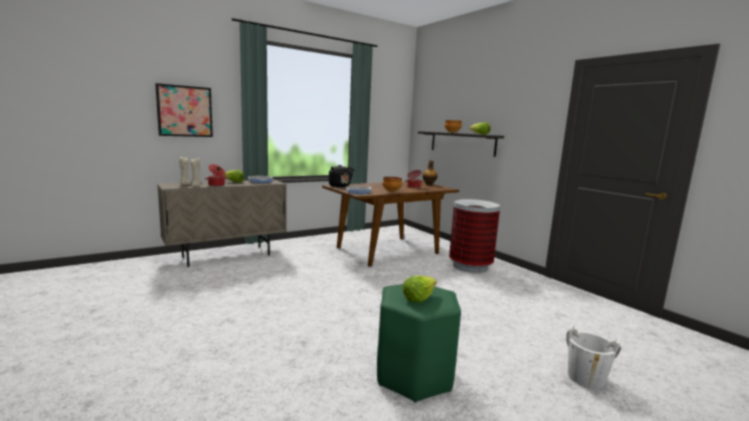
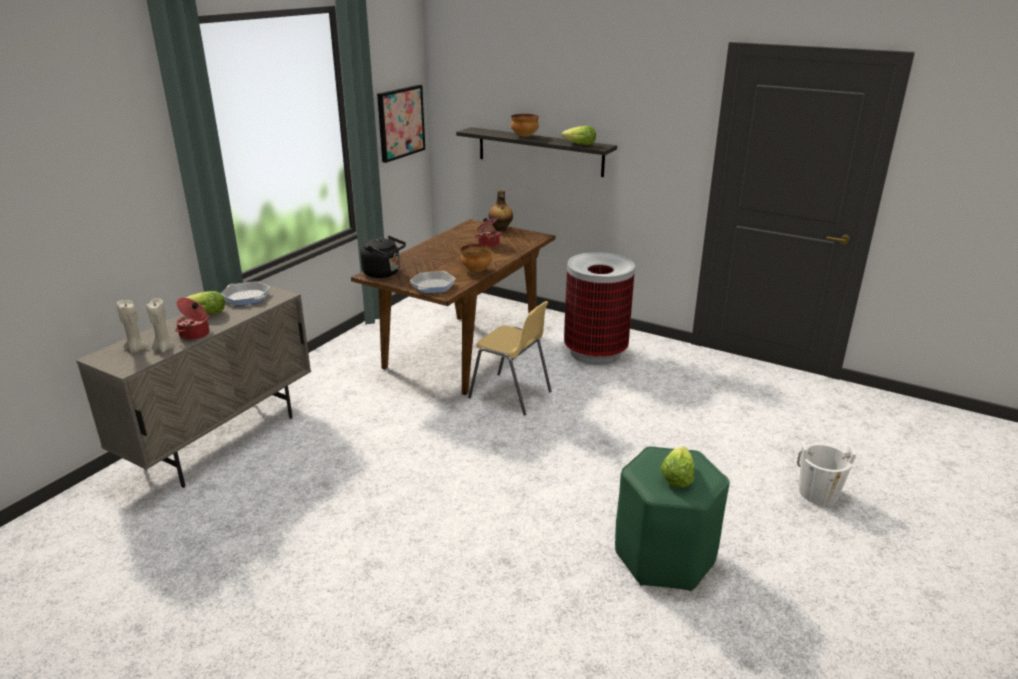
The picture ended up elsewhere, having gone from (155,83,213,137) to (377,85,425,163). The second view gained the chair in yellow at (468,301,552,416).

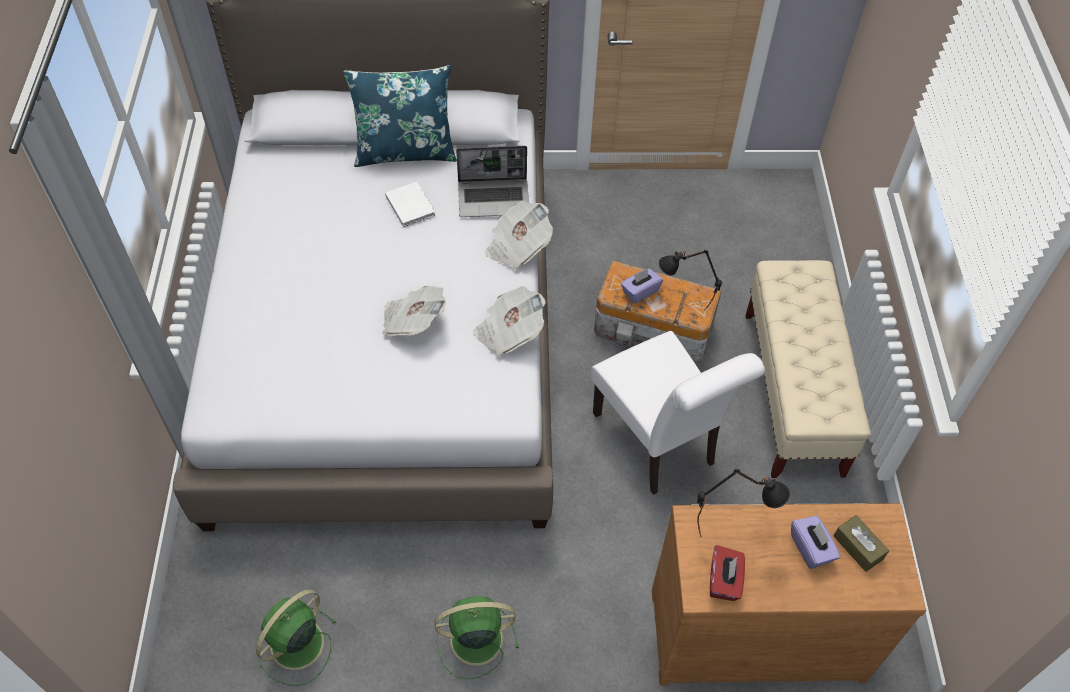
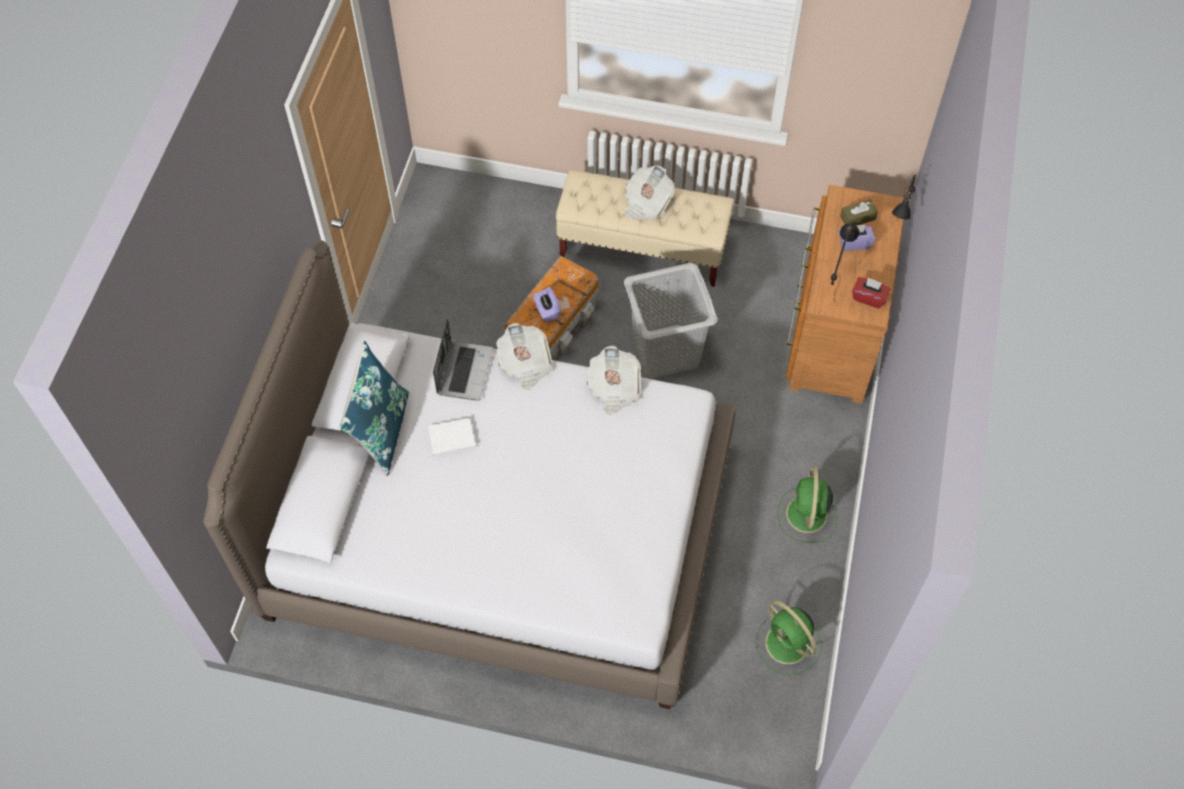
The newspaper ended up elsewhere, having gone from (382,286,446,336) to (624,165,675,221). Where the chair in white stood at (591,331,765,495), the laundry basket in grey came to stand at (624,263,718,378). The table lamp in black ended up elsewhere, having gone from (659,250,722,310) to (892,174,916,220).

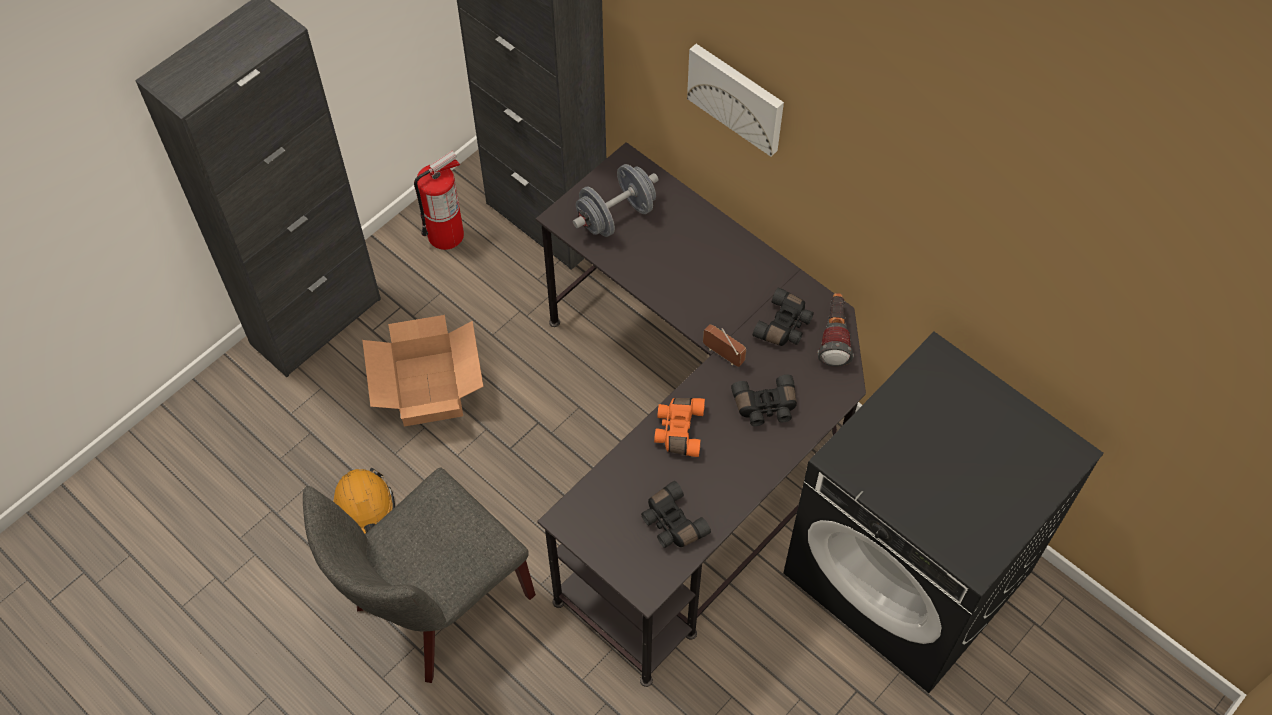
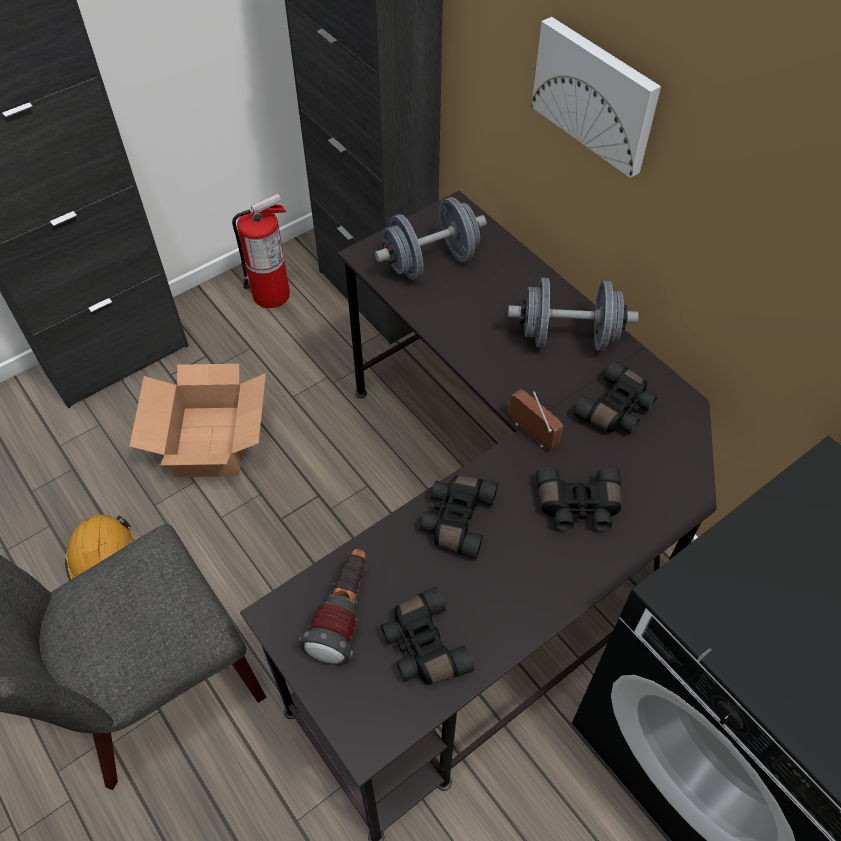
The flashlight ended up elsewhere, having gone from (817,293,854,366) to (298,549,366,665). What was the binoculars in orange at (654,398,705,457) turned into the binoculars in black at (420,475,498,559). The second view gained the dumbbell in grey at (508,278,639,351).

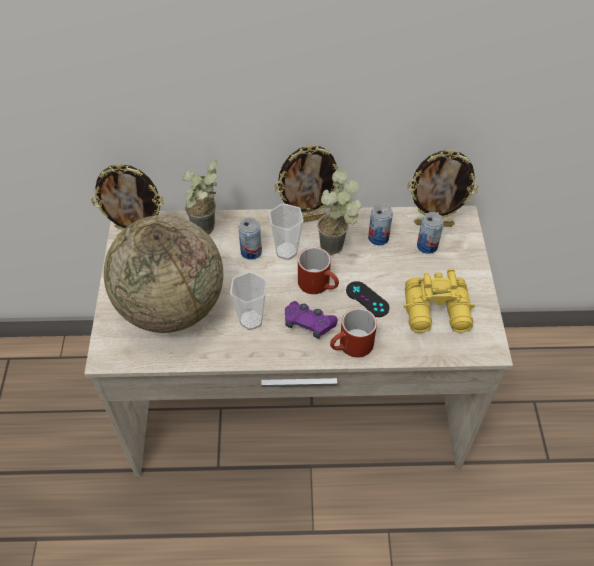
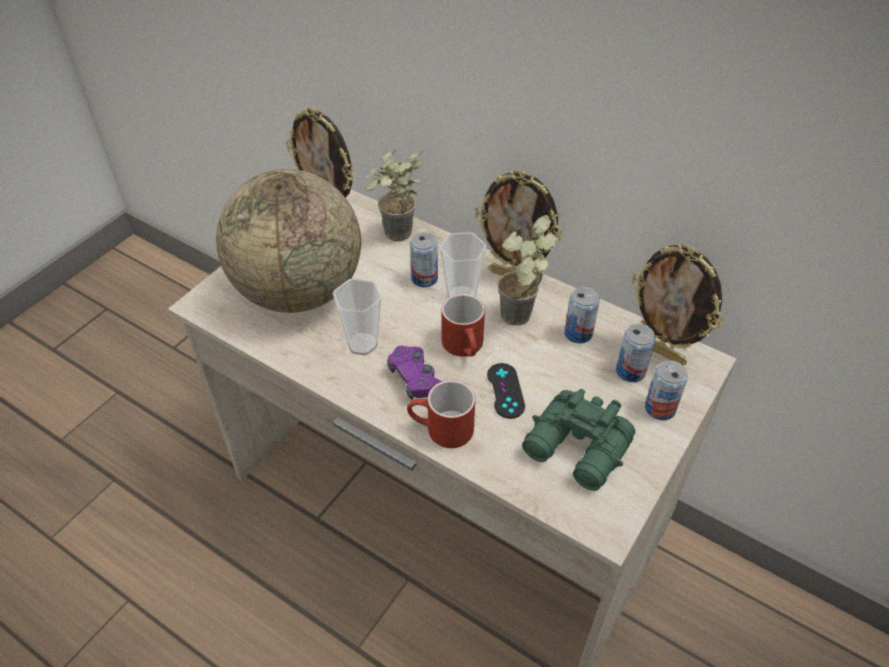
What was the binoculars in yellow at (404,269,475,333) turned into the binoculars in green at (522,389,636,491). The second view gained the can at (645,360,688,420).

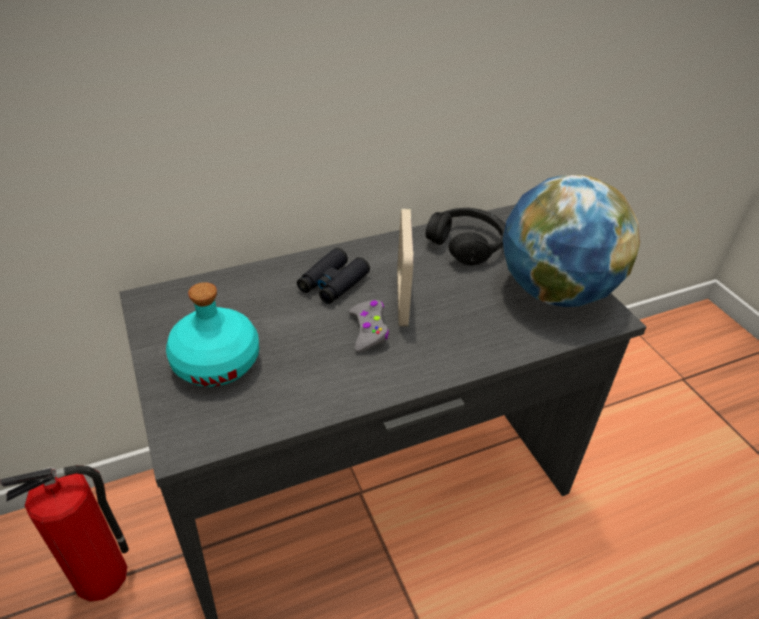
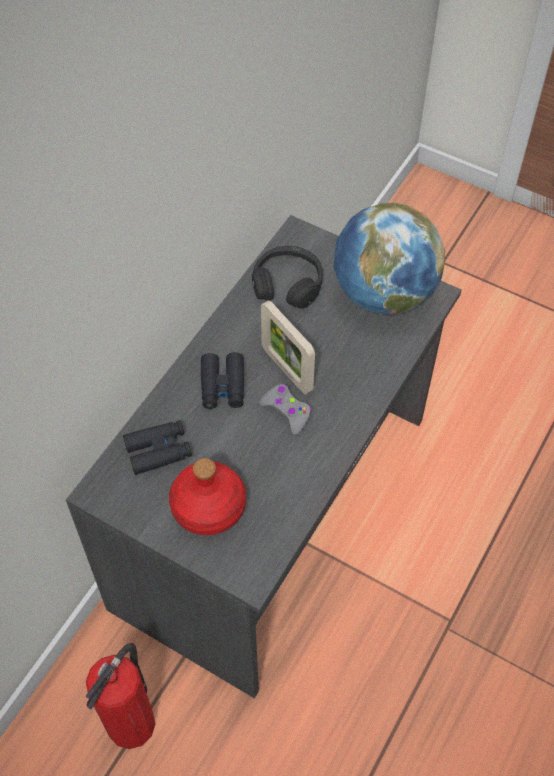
The second view gained the binoculars in black at (123,420,192,475). What was the bottle in turquoise at (166,282,259,387) turned into the bottle in red at (169,458,246,535).

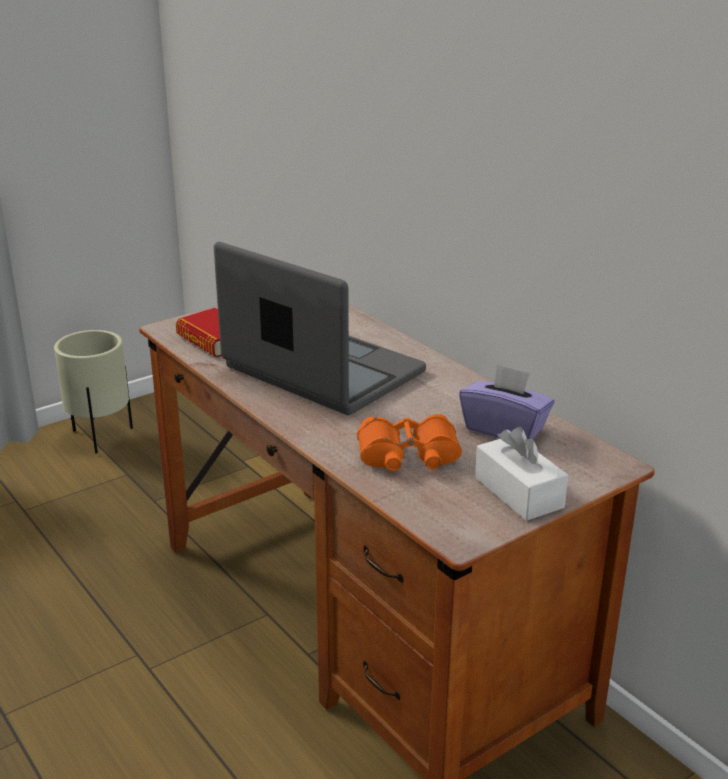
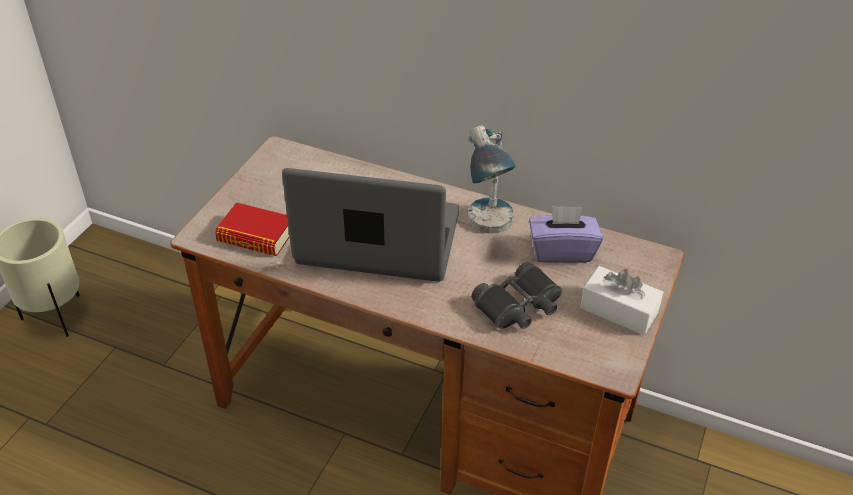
The second view gained the table lamp at (468,125,516,234). What was the binoculars in orange at (357,414,462,471) turned into the binoculars in black at (471,262,562,329).

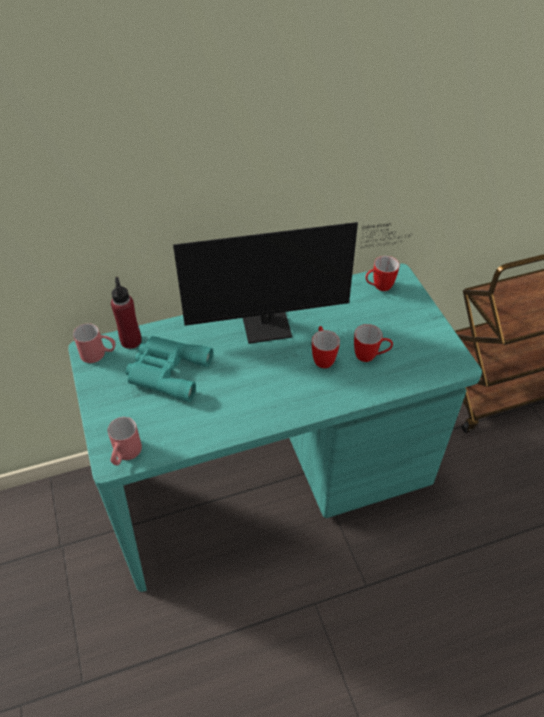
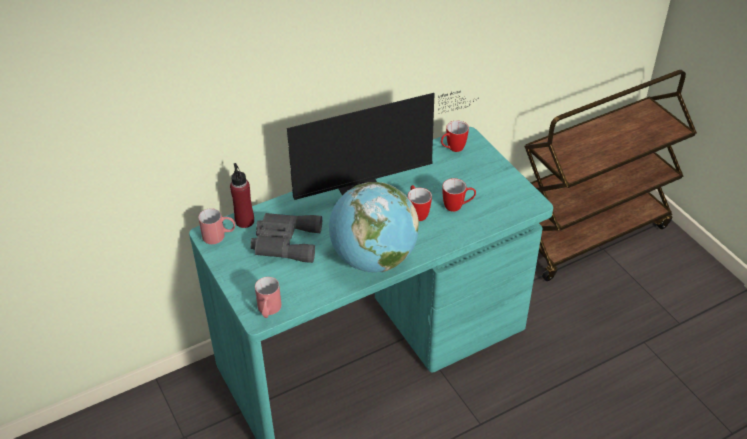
What was the binoculars in turquoise at (126,336,213,402) turned into the binoculars in grey at (250,213,322,263). The second view gained the globe at (329,182,419,272).

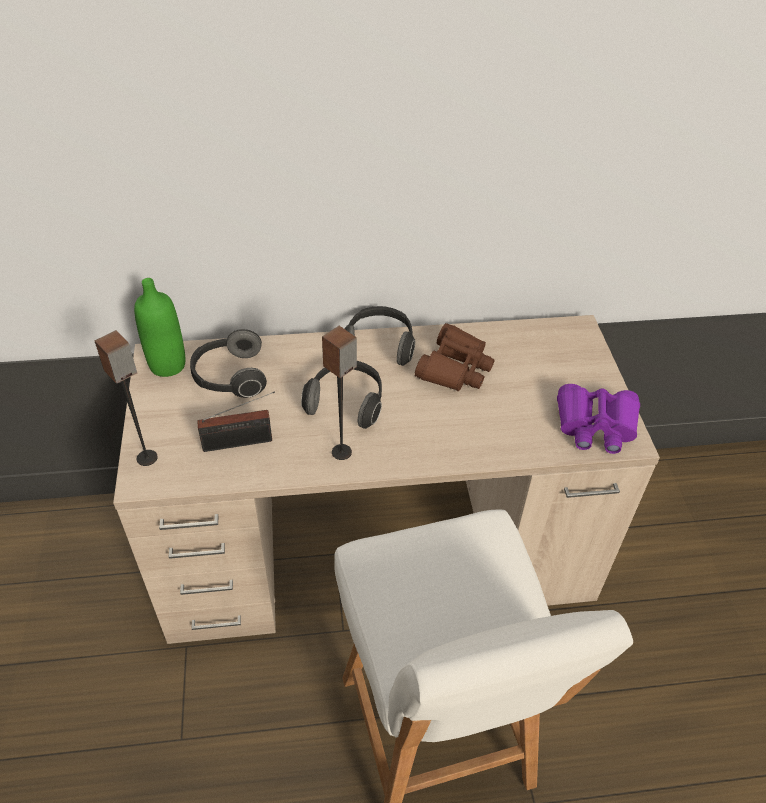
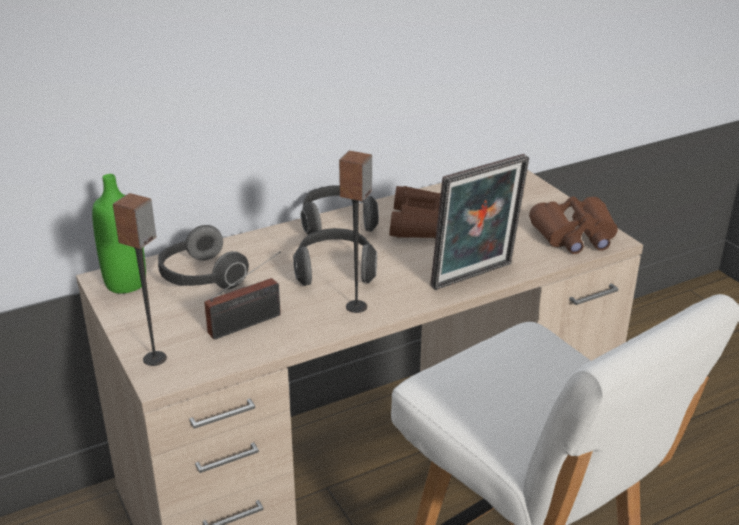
The second view gained the picture frame at (431,154,529,290). What was the binoculars in purple at (557,384,640,454) turned into the binoculars in brown at (529,196,618,254).

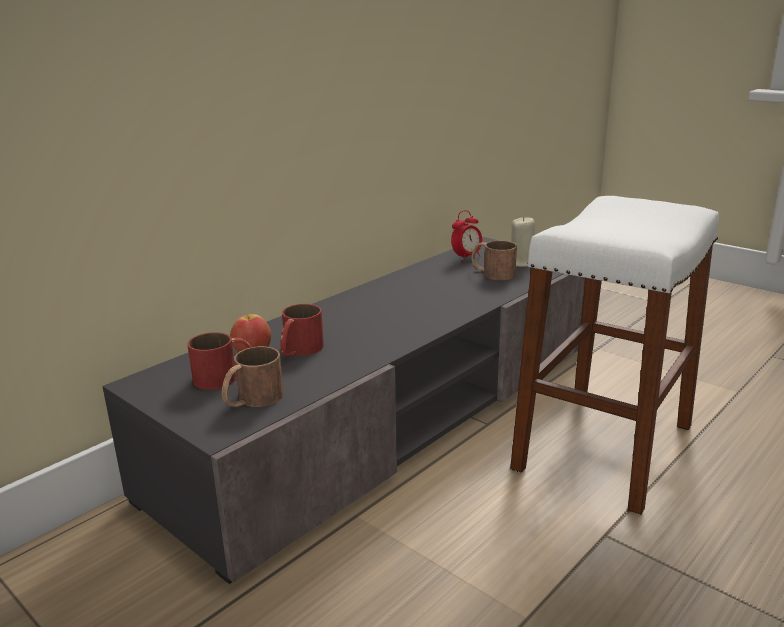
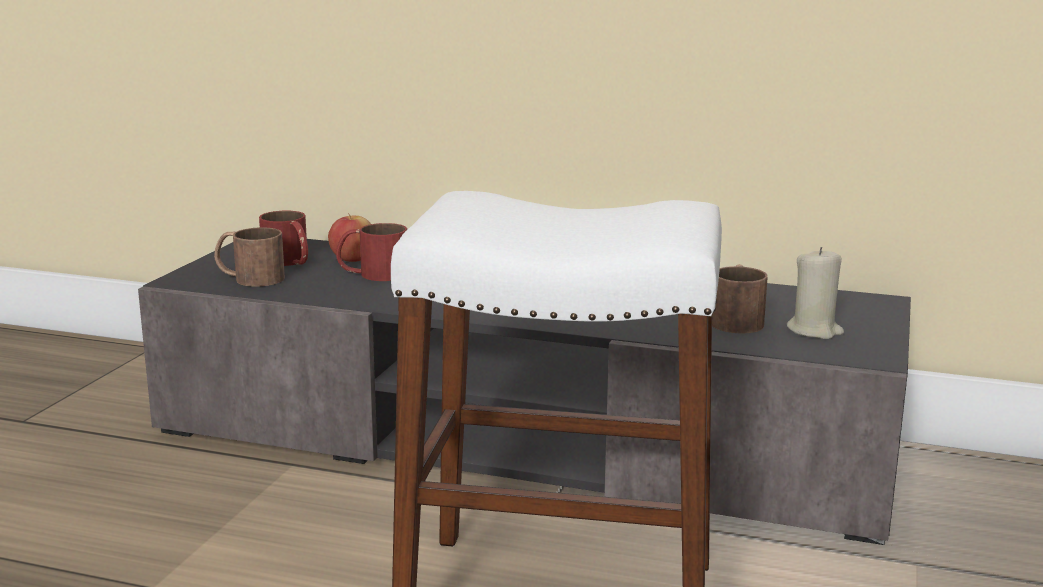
The second view lost the alarm clock at (451,210,482,261).

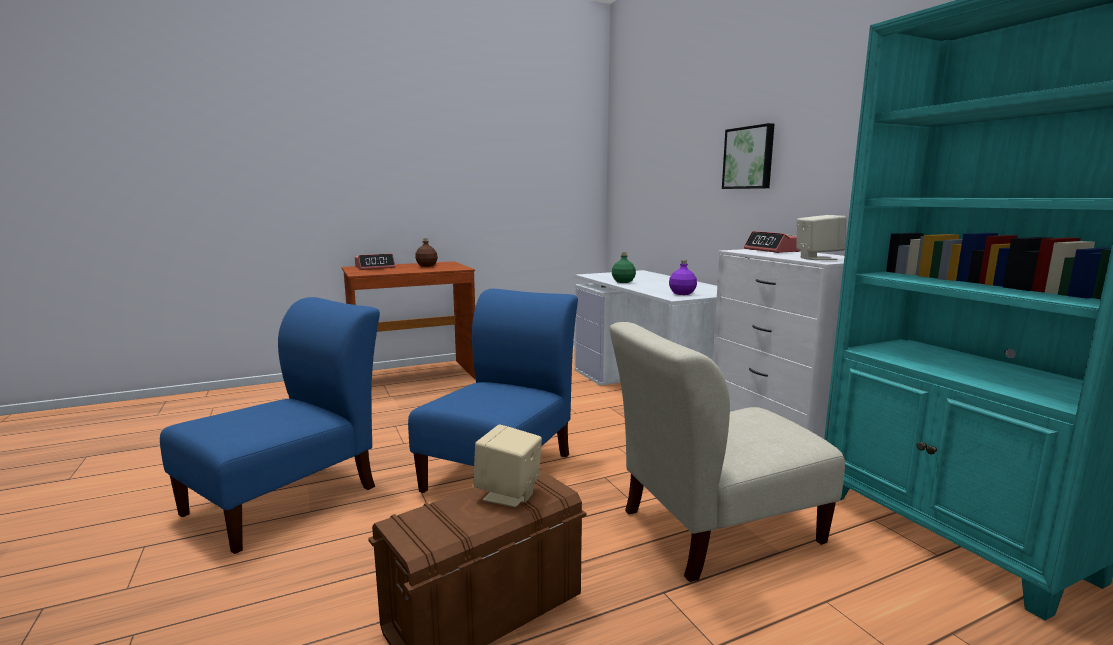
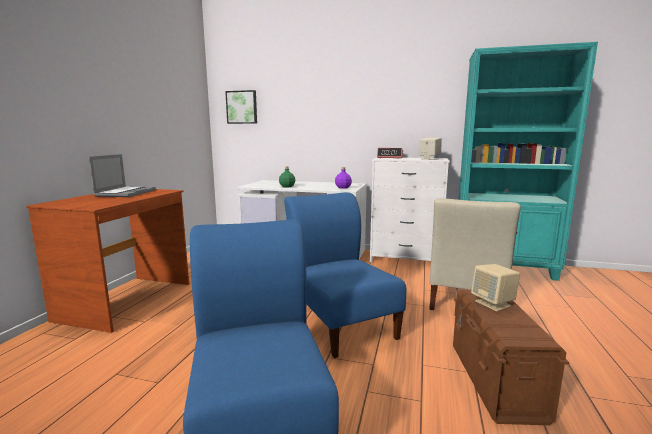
Where the bottle in brown stood at (415,238,438,267), the laptop came to stand at (89,154,156,197). The picture ended up elsewhere, having gone from (722,123,774,189) to (225,90,257,124). The second view lost the alarm clock at (355,253,395,270).

